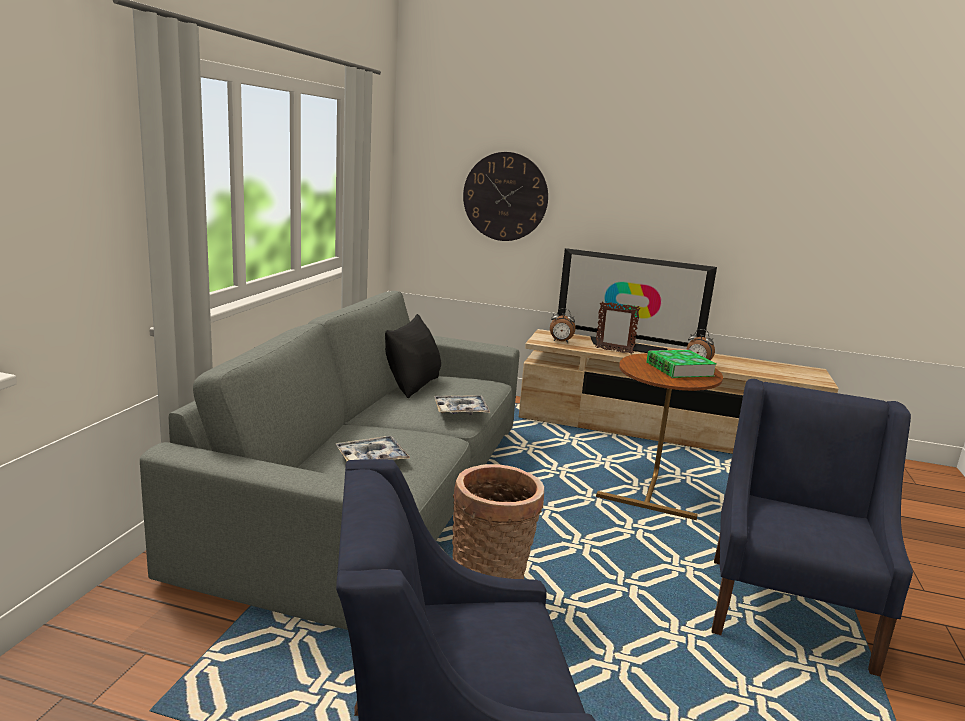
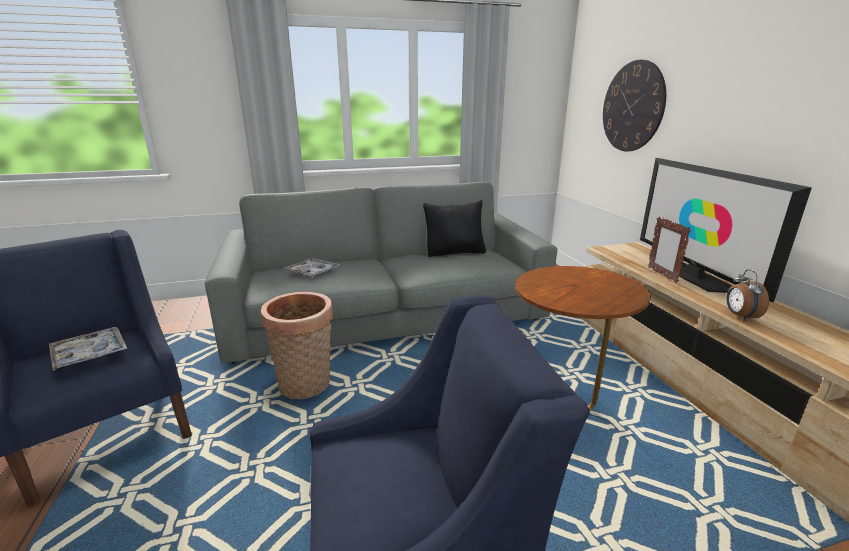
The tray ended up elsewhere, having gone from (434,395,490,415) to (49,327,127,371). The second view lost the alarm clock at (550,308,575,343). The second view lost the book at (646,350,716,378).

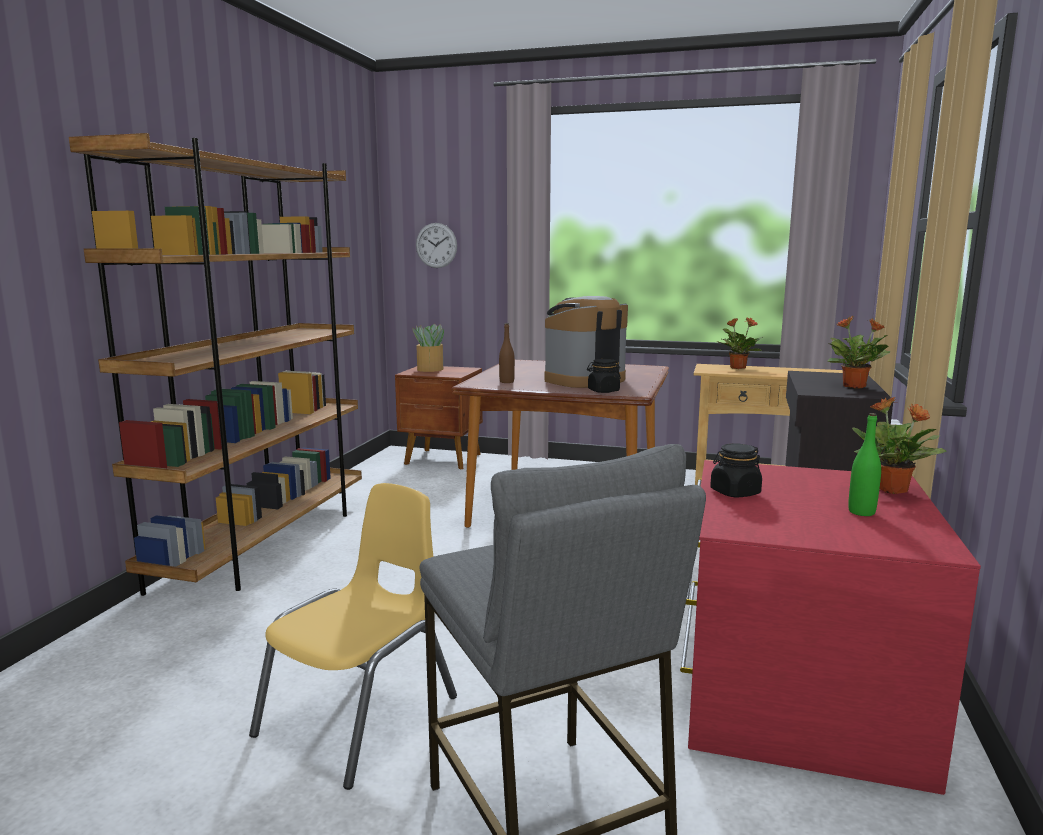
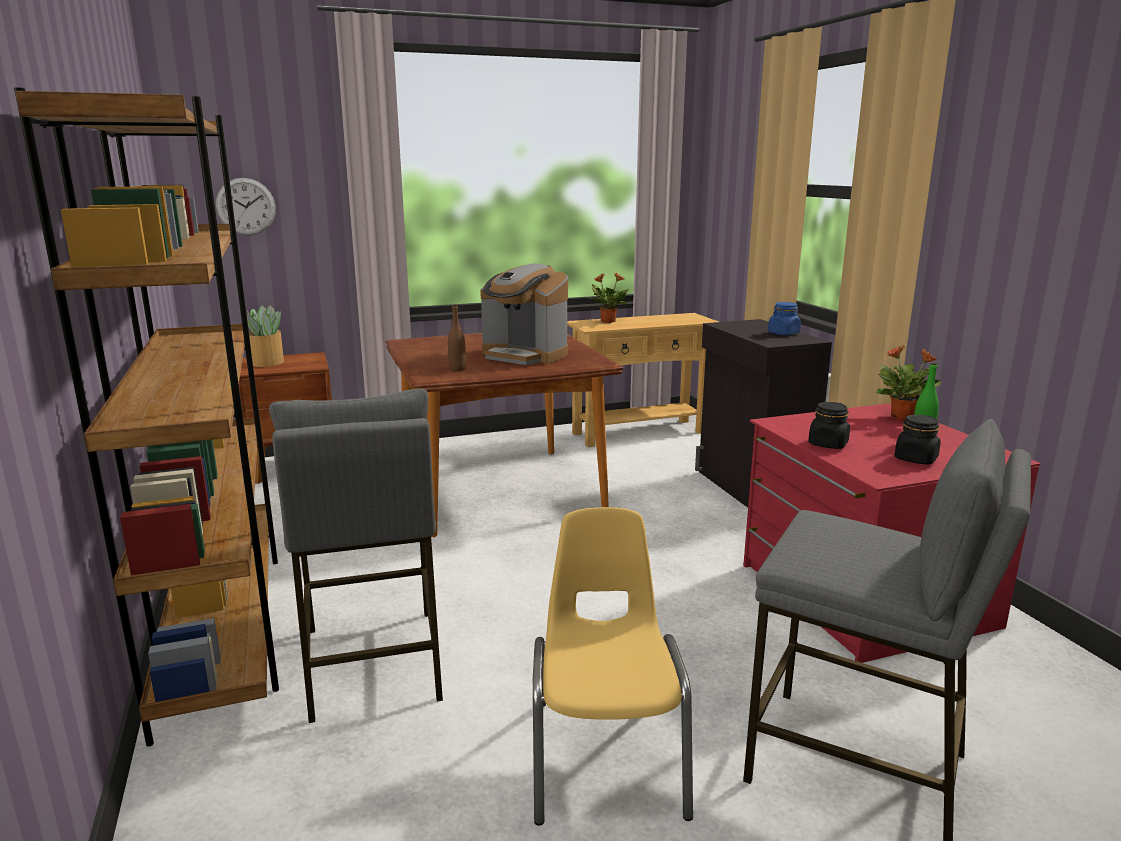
The second view gained the stool in grey at (269,389,443,723). The coffee machine at (545,296,628,388) ended up facing another way, 75 degrees counterclockwise from before. Where the potted plant stood at (827,316,891,388), the jar in blue came to stand at (768,302,801,335). The jar in black ended up elsewhere, having gone from (587,359,621,393) to (894,415,941,465).

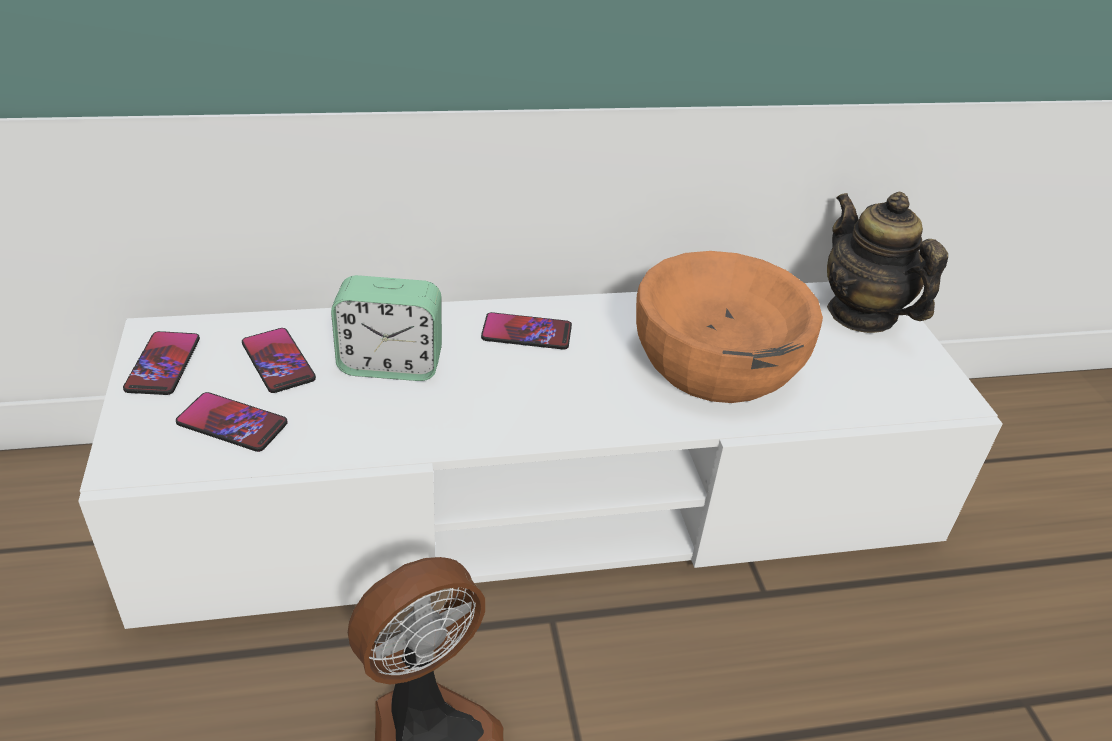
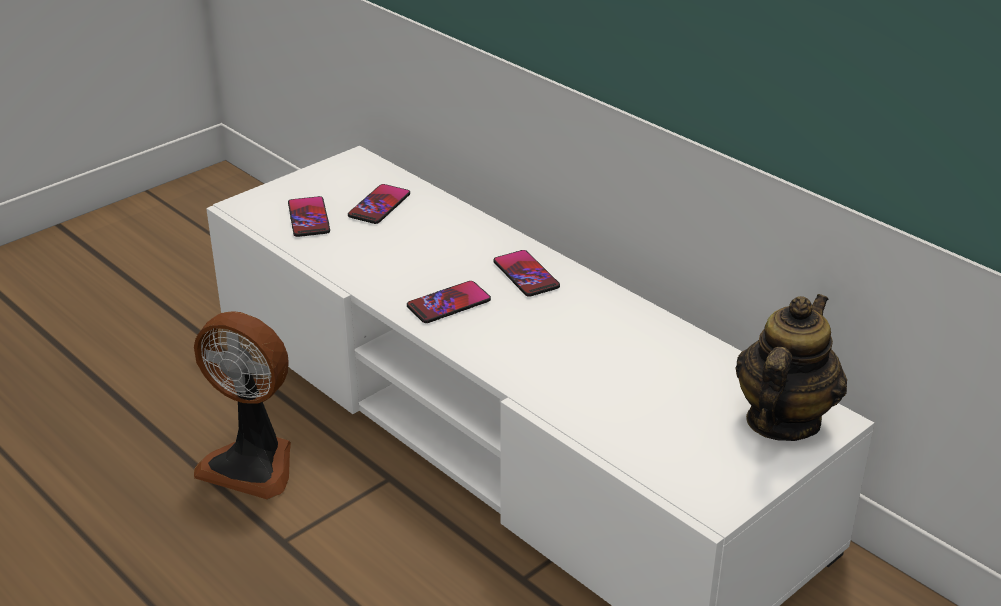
The phone ended up elsewhere, having gone from (123,331,200,395) to (407,281,491,323). The second view lost the alarm clock at (331,275,442,381). The second view lost the bowl in orange at (636,251,823,403).

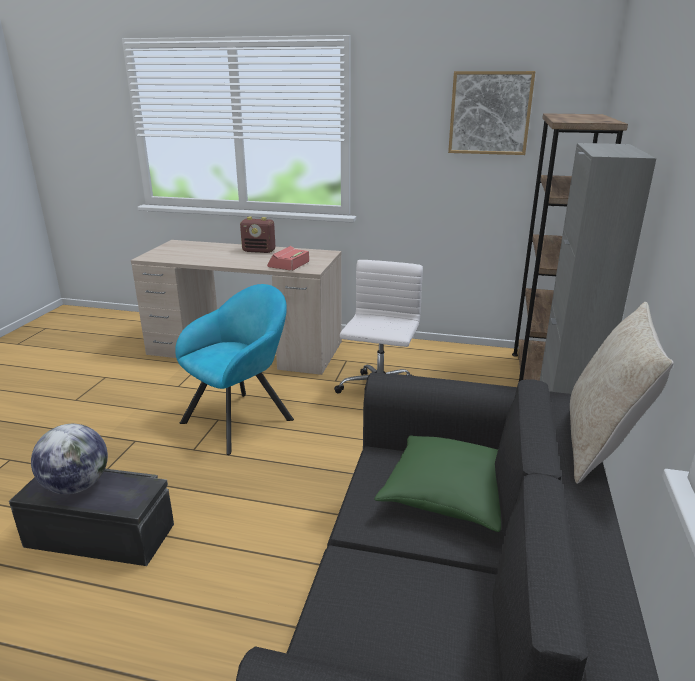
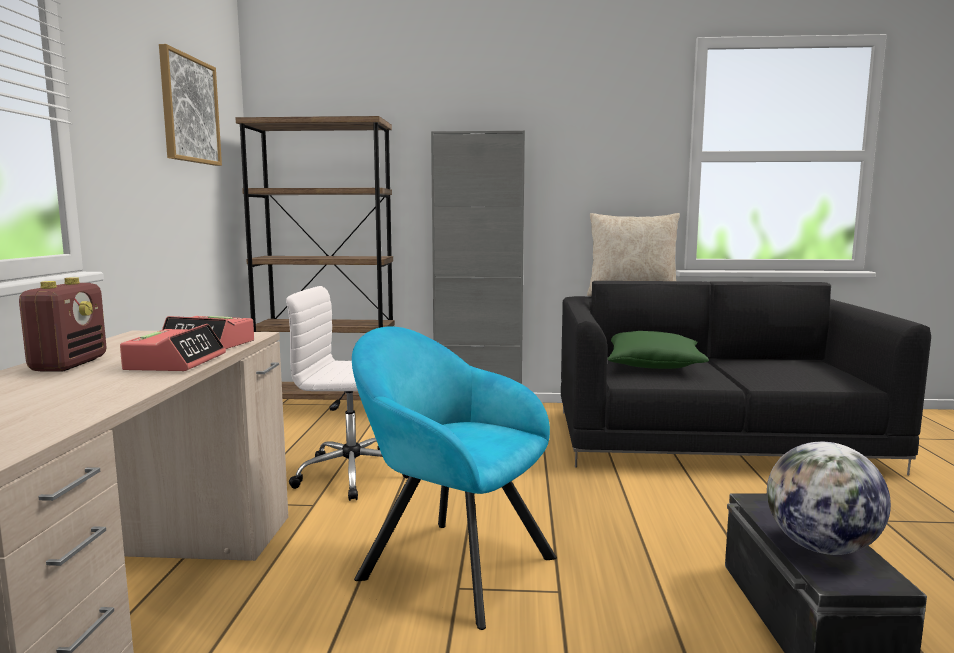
The second view gained the alarm clock at (120,324,226,371).

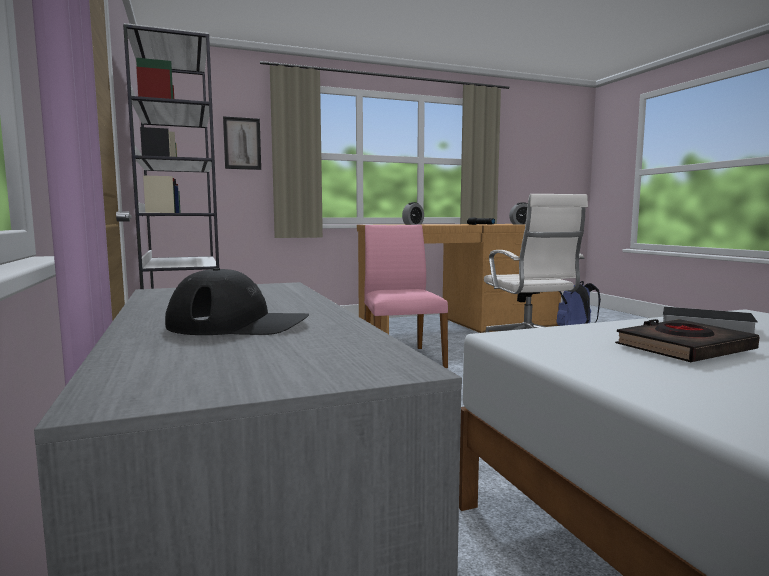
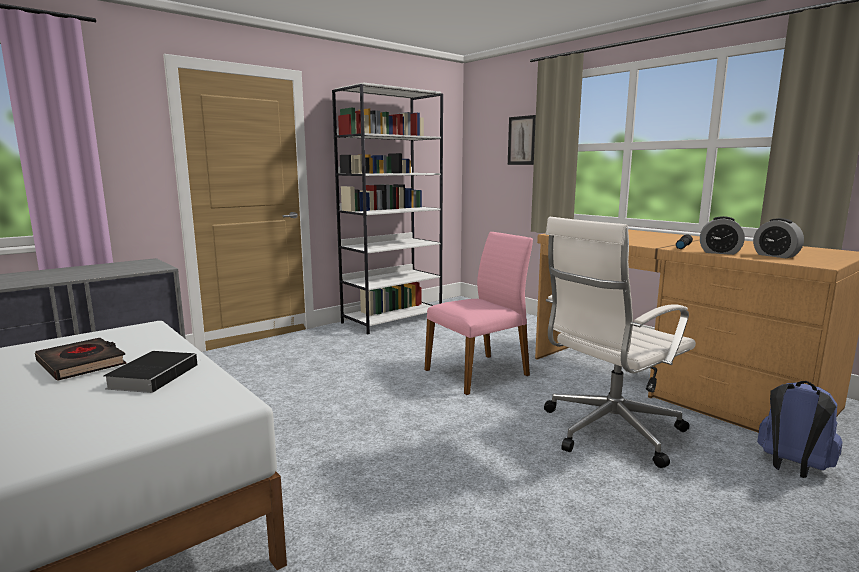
The alarm clock ended up elsewhere, having gone from (402,202,424,225) to (700,216,745,255). The second view lost the cap in black at (165,268,309,335).

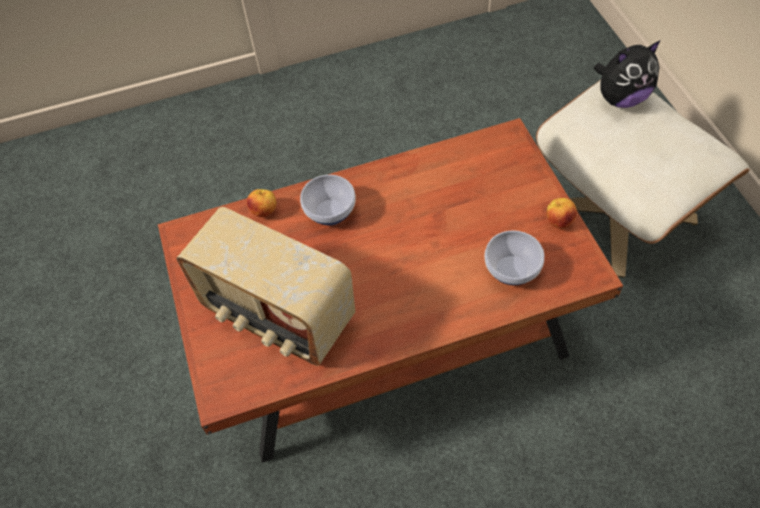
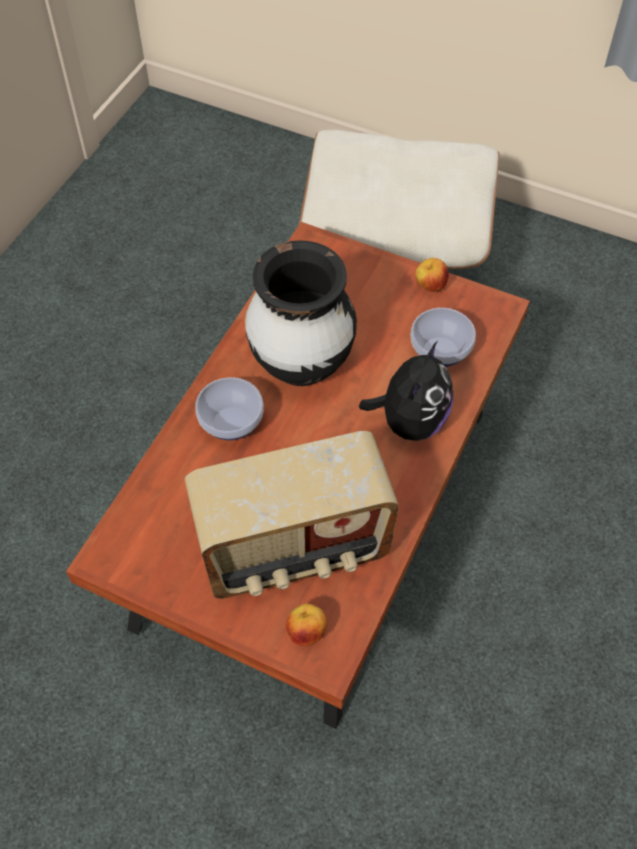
The second view gained the vase in black at (245,240,357,386). The apple ended up elsewhere, having gone from (247,189,277,217) to (286,603,327,646). The plush toy ended up elsewhere, having gone from (594,40,661,108) to (359,342,453,441).

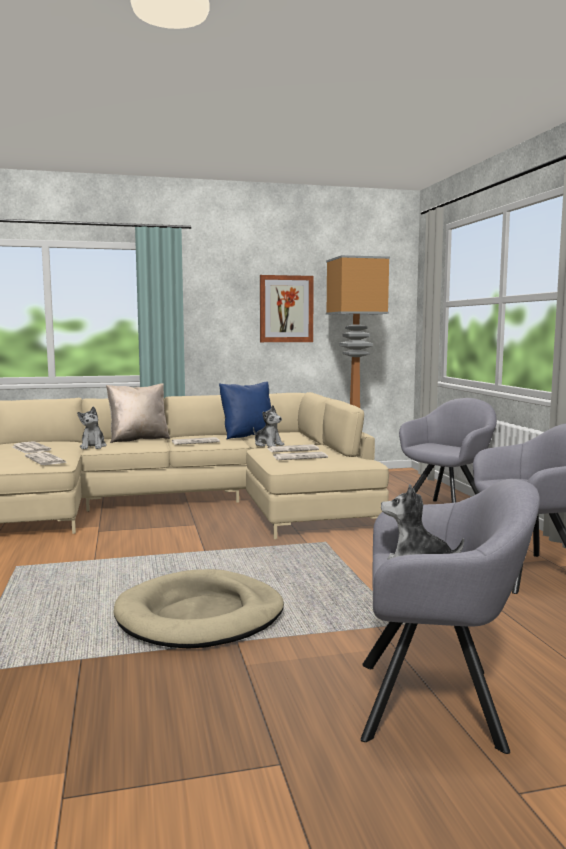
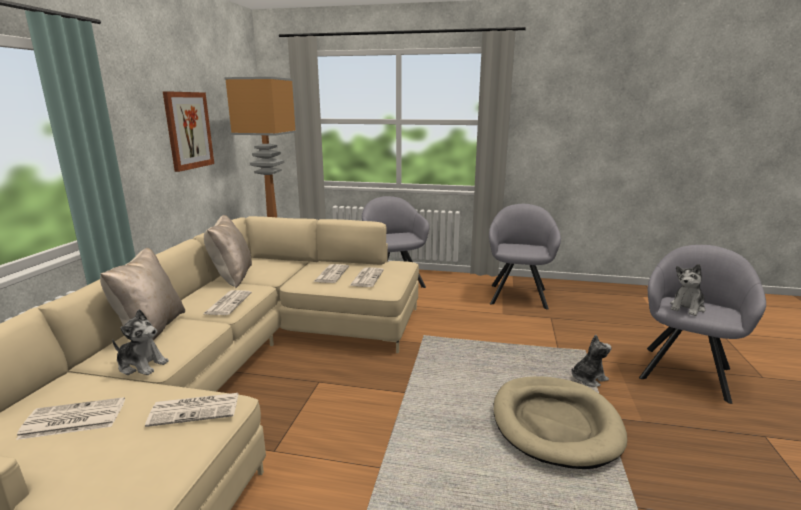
What was the pillow in blue at (219,382,271,439) turned into the pillow in beige at (204,215,252,288). The plush toy ended up elsewhere, having gone from (253,405,285,447) to (571,335,611,387).

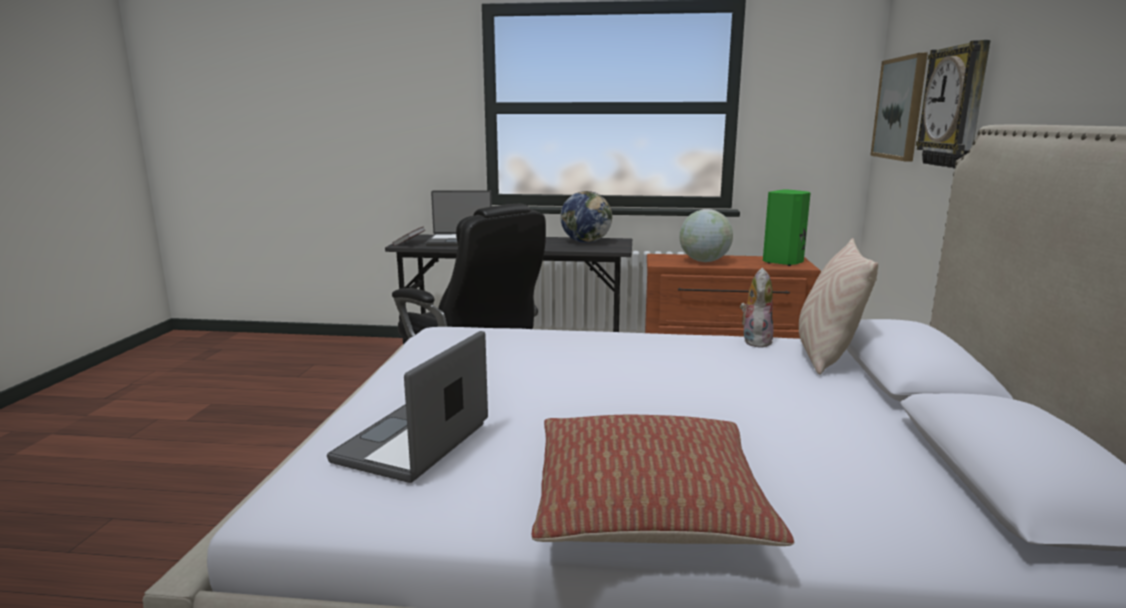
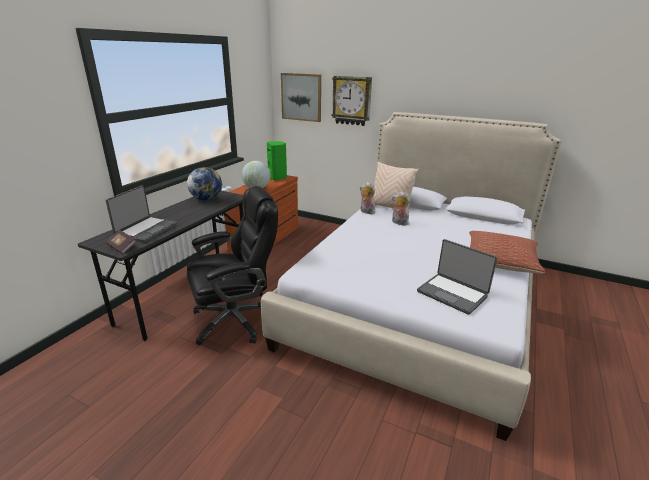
The second view gained the plush toy at (392,191,410,226).

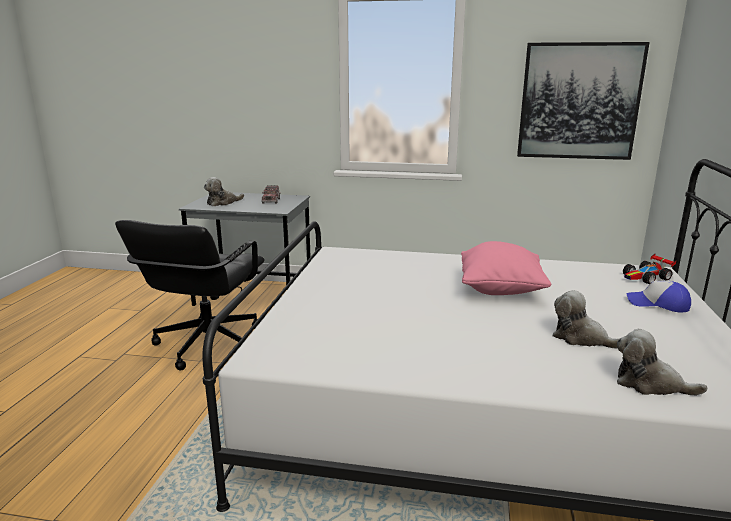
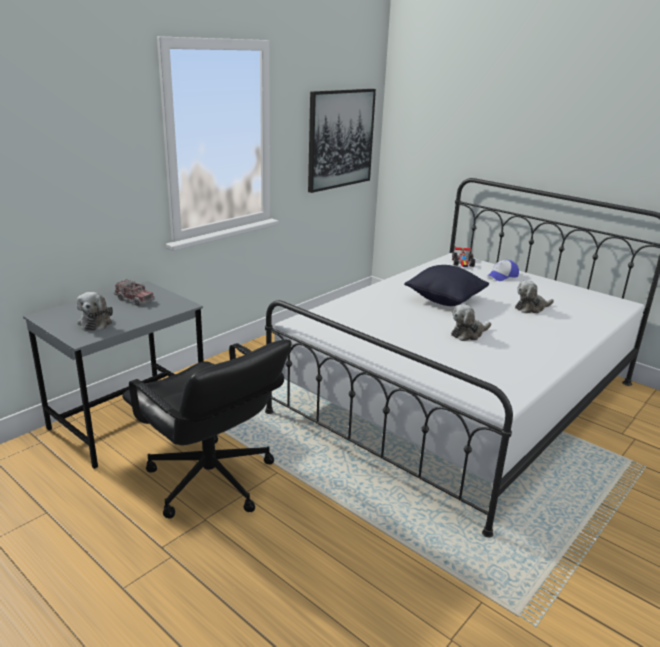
What was the pillow in pink at (461,241,551,295) turned into the pillow in black at (404,265,489,306). The plush toy ended up elsewhere, having gone from (617,329,707,396) to (451,304,491,341).

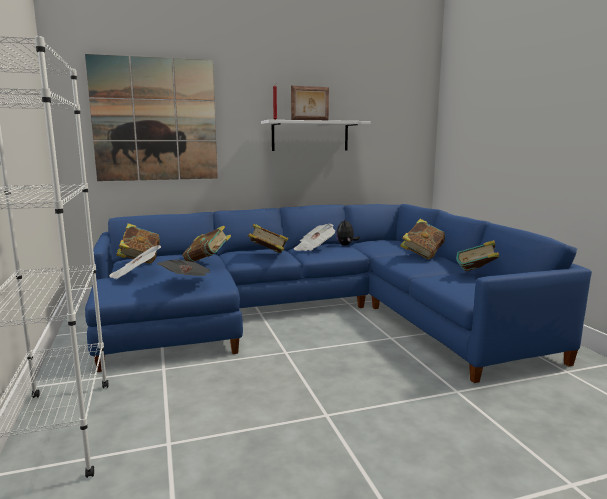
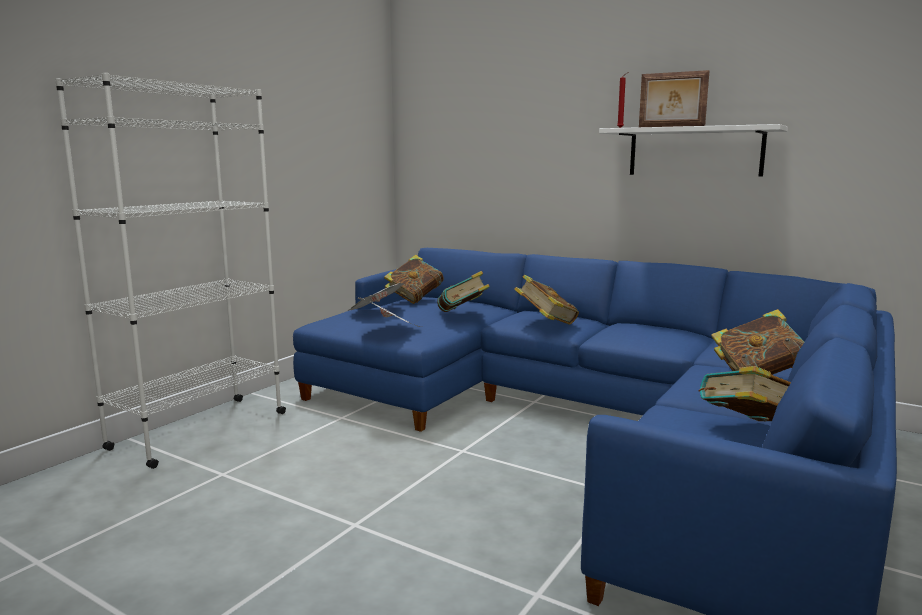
The second view lost the picture at (85,54,218,181). The second view lost the newspaper at (294,224,335,251). The second view lost the plush toy at (336,218,360,245).

